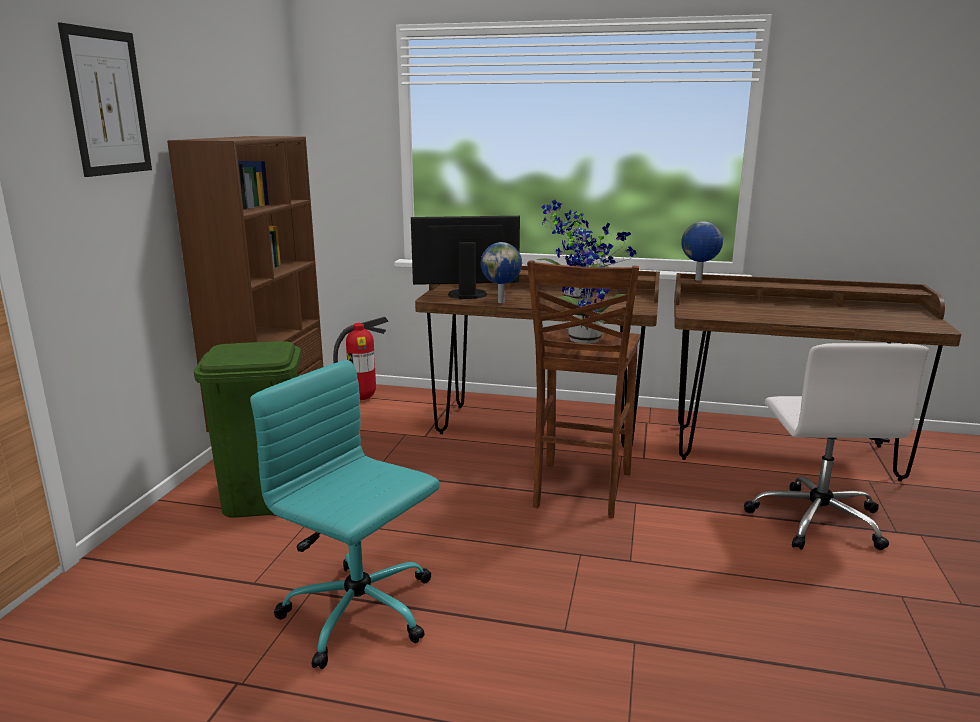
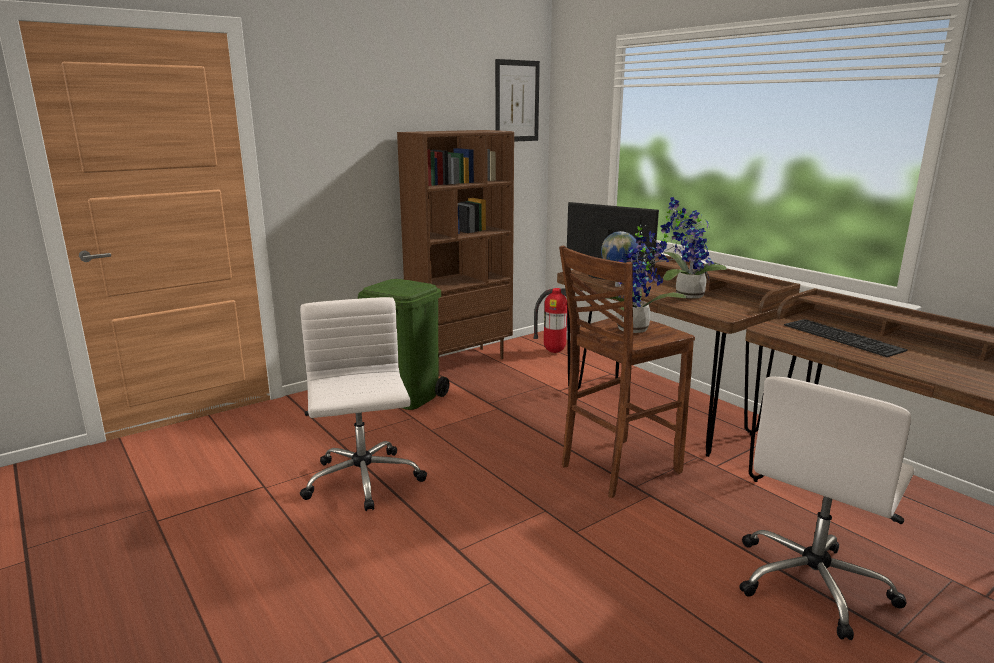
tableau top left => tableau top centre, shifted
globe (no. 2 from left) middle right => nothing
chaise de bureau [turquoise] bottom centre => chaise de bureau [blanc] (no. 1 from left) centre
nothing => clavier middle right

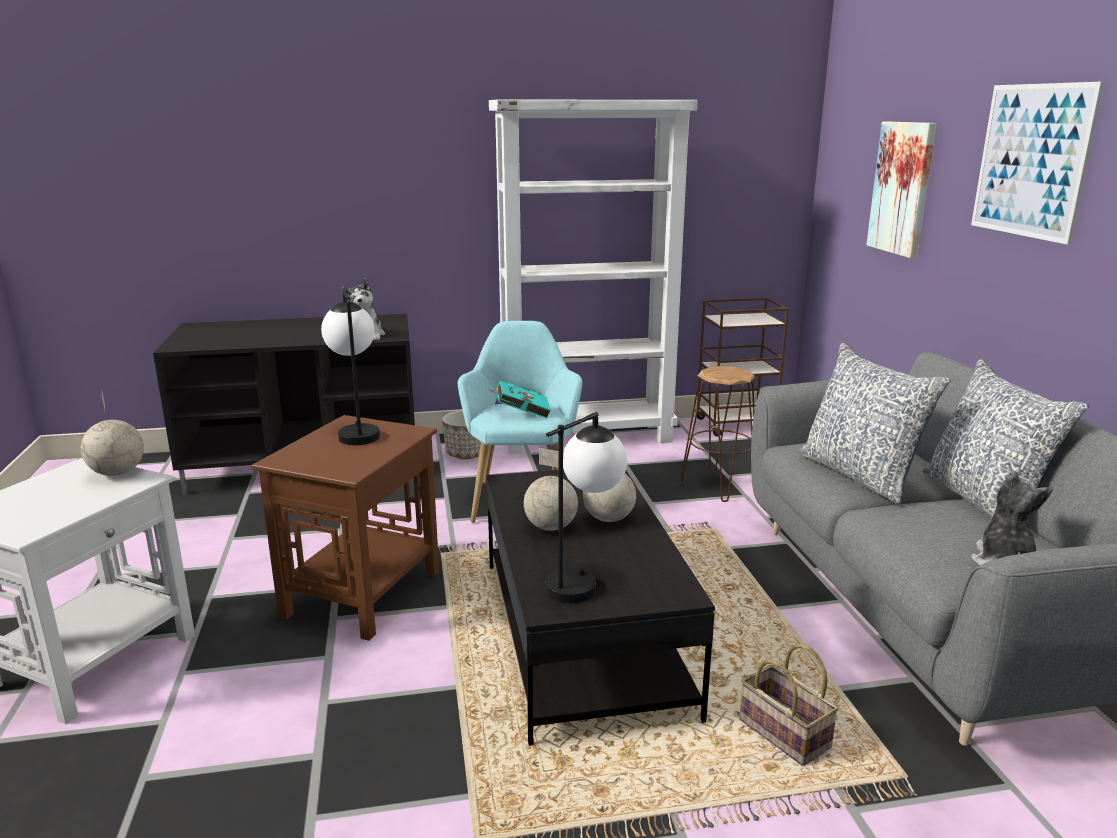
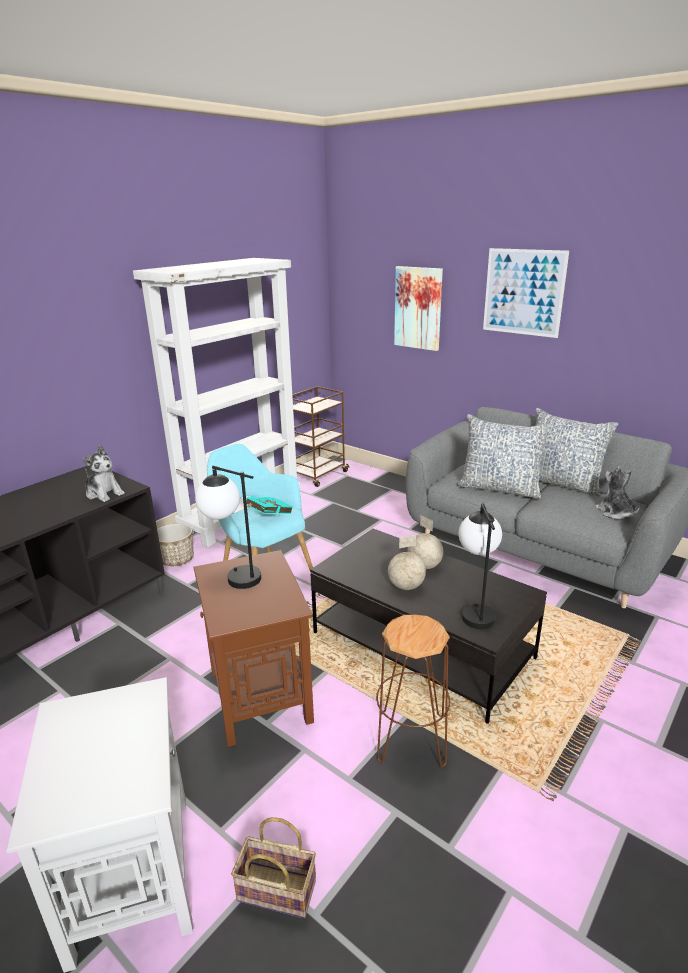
tabouret [marron] centre => tabouret [marron] bottom centre, shifted
globe (no. 1 from left) middle left => nothing
panier bottom right => panier bottom centre, shifted

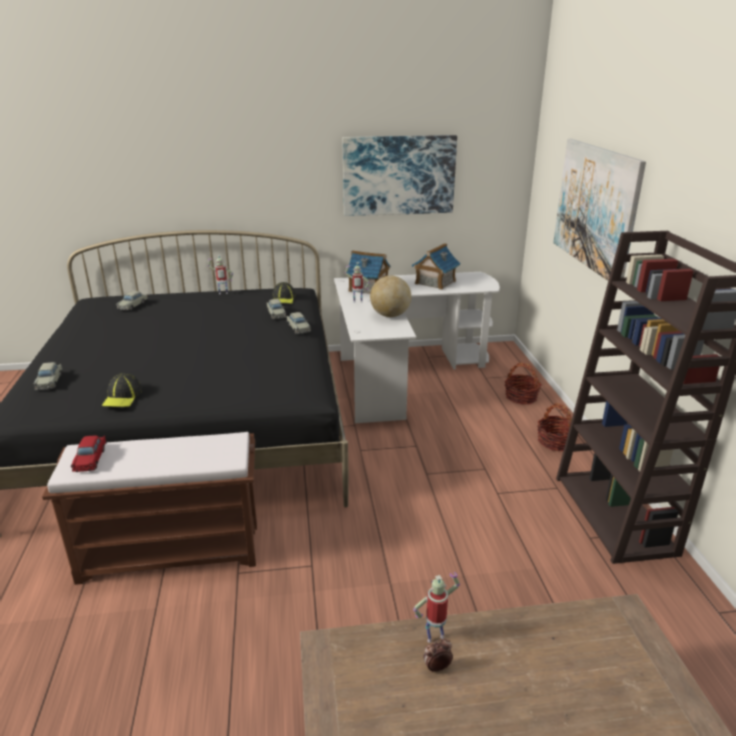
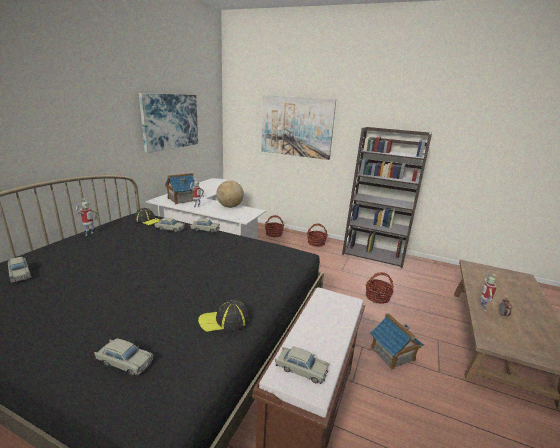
maison miniature (no. 2 from left) centre => maison miniature (no. 2 from left) bottom right, shifted
casquette (no. 1 from left in the first image) middle left => casquette (no. 2 from left) bottom centre, 135 degrees clockwise
petite voiture [rouge] middle left => petite voiture [beige] (no. 5 from left) bottom centre
nothing => panier (no. 3 from left) middle right

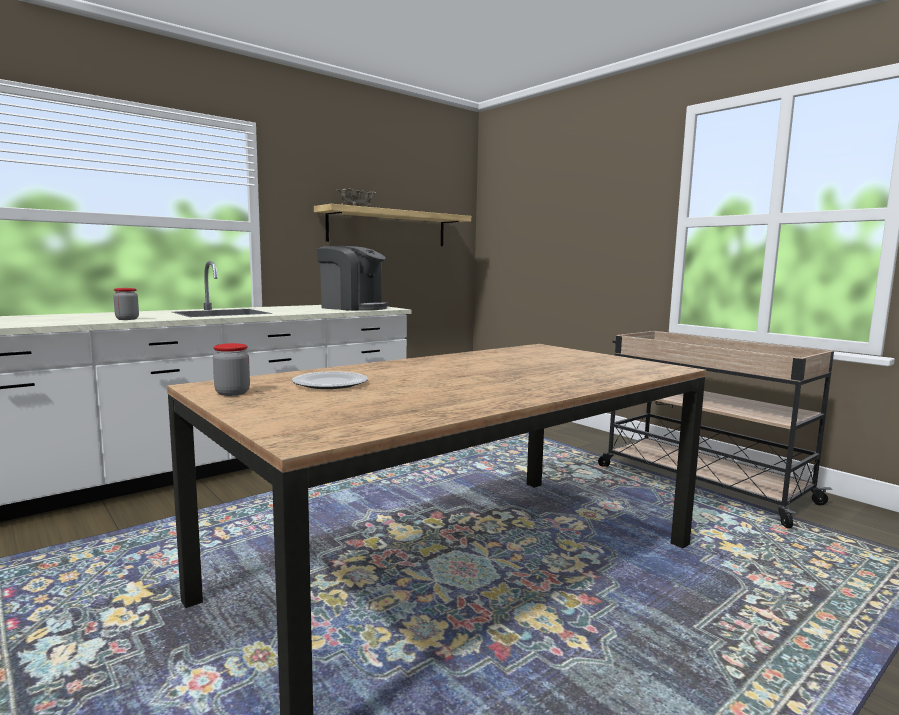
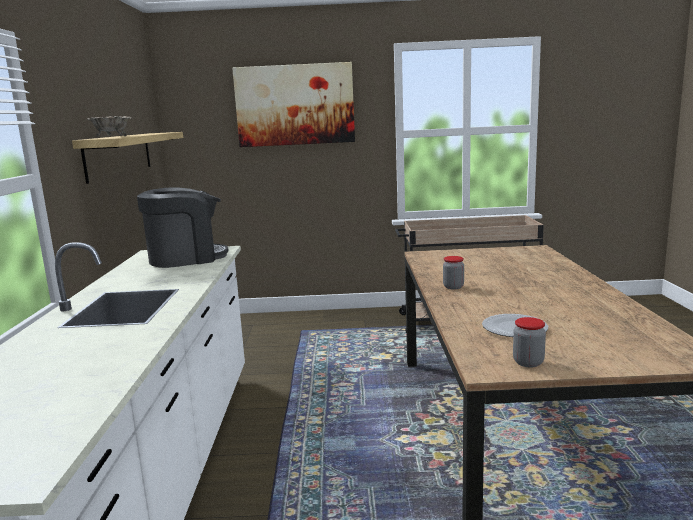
bocal (no. 1 from left) middle left => bocal (no. 1 from left) centre, shifted
nothing => tableau top centre

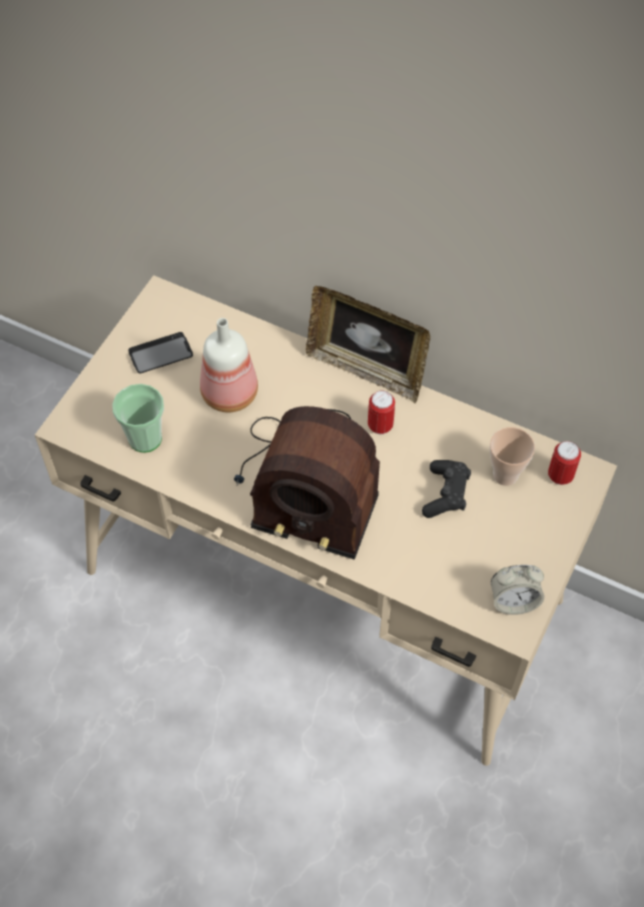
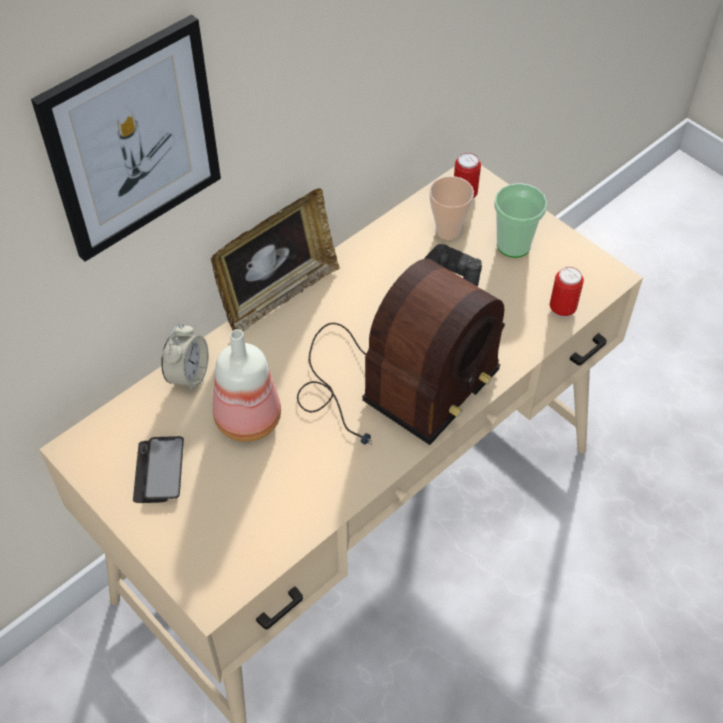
tasse (no. 1 from left in the first image) middle left => tasse (no. 2 from left) top right, shifted
boîte métallique (no. 1 from left in the first image) centre => boîte métallique (no. 2 from left) middle right, shifted
réveil middle right => réveil middle left, shifted
nothing => tableau top left

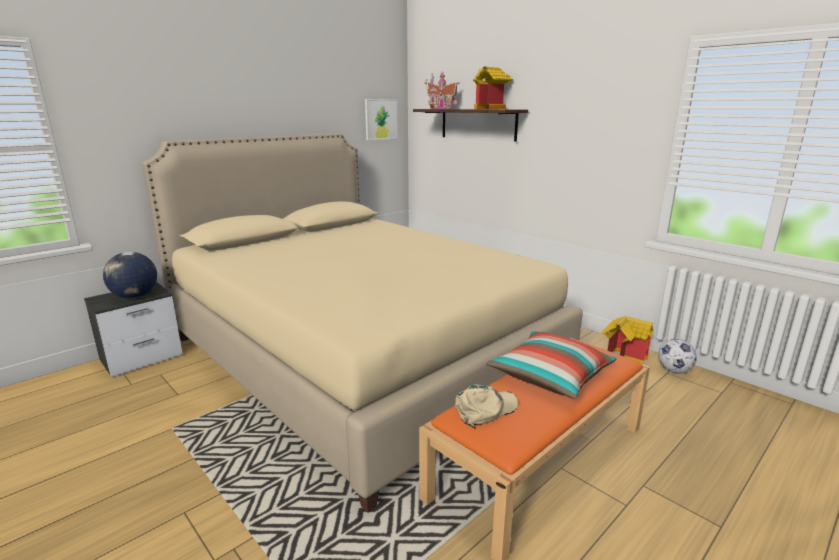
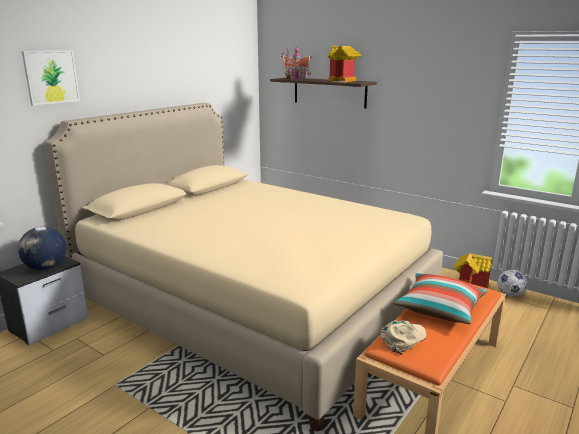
tableau top centre => tableau top left, shifted

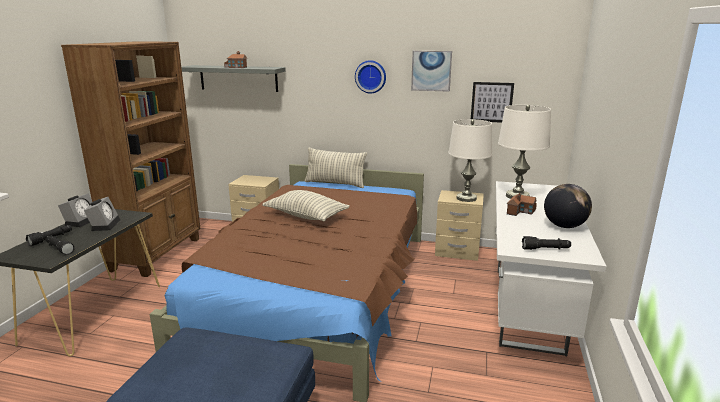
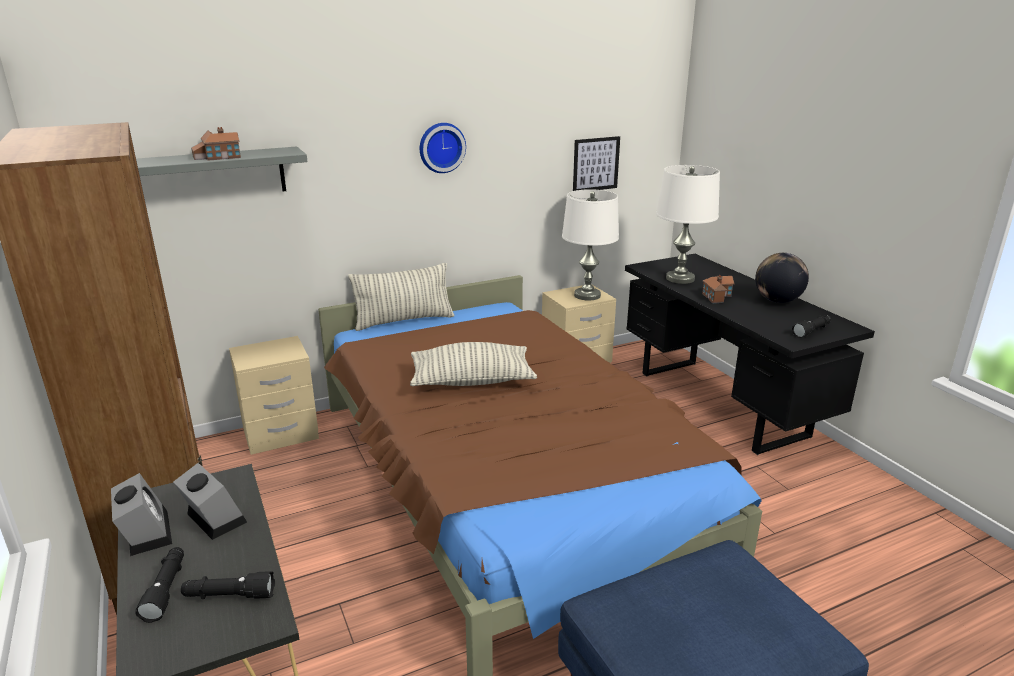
tableau (no. 1 from left) top centre => nothing
bureau [blanc] bottom right => bureau [noir] middle right

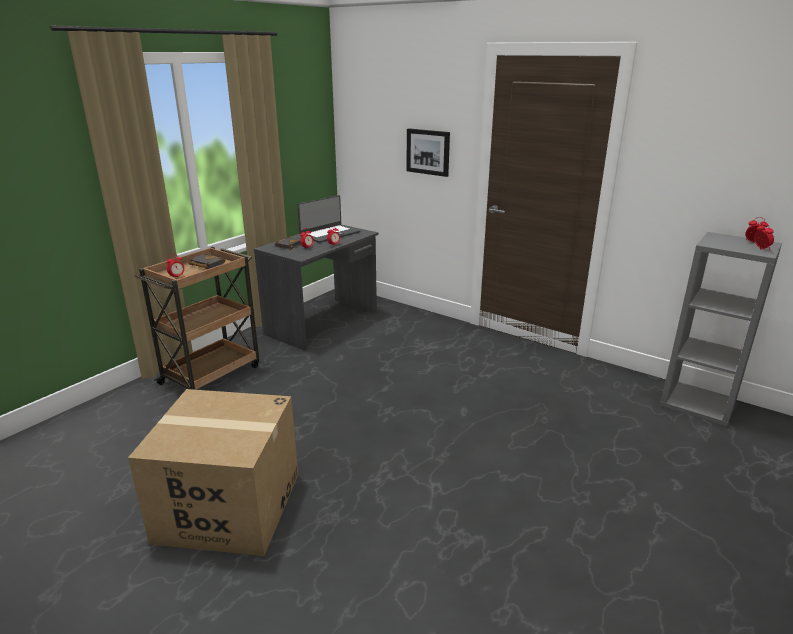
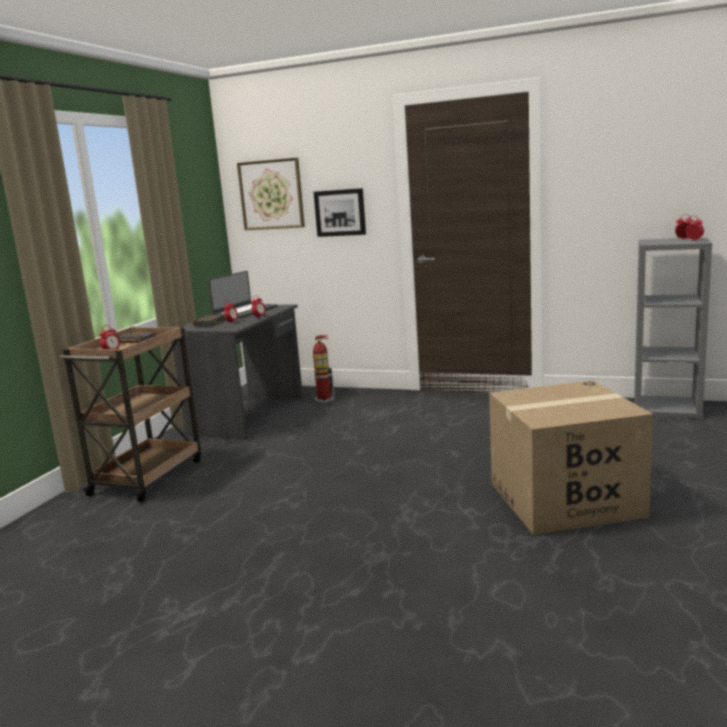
carton bottom left => carton middle right, shifted
nothing => tableau (no. 1 from left) top centre
nothing => extincteur centre

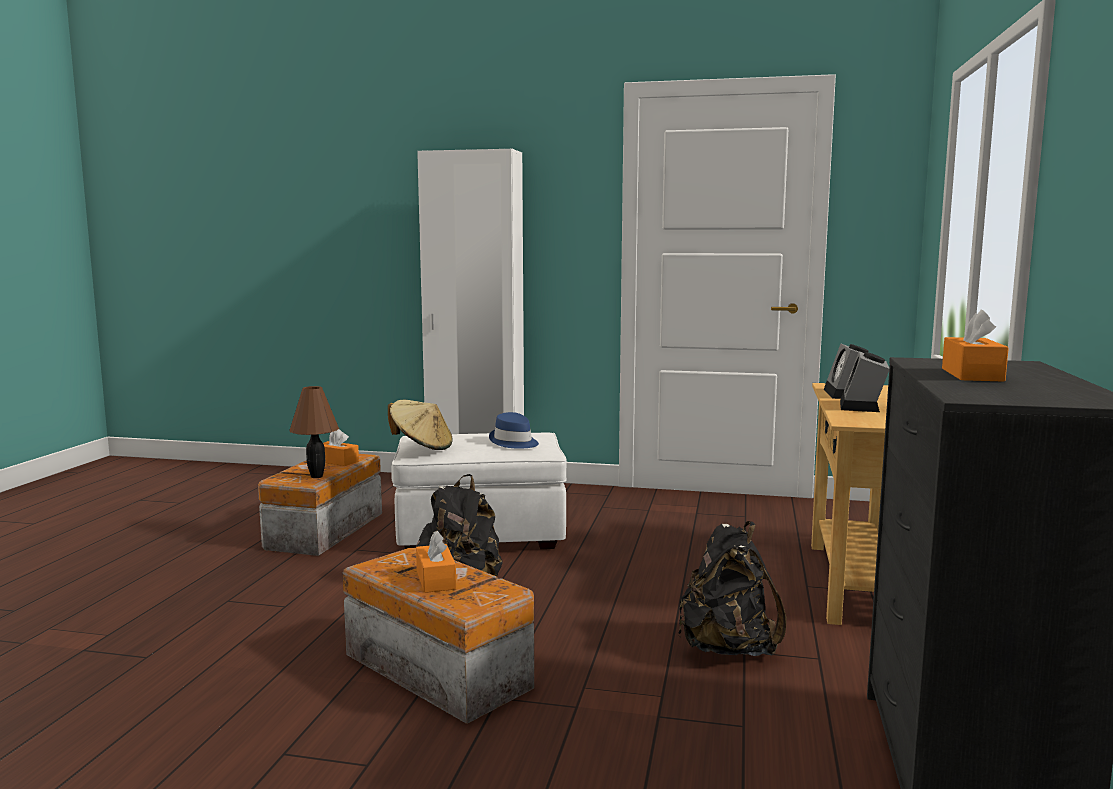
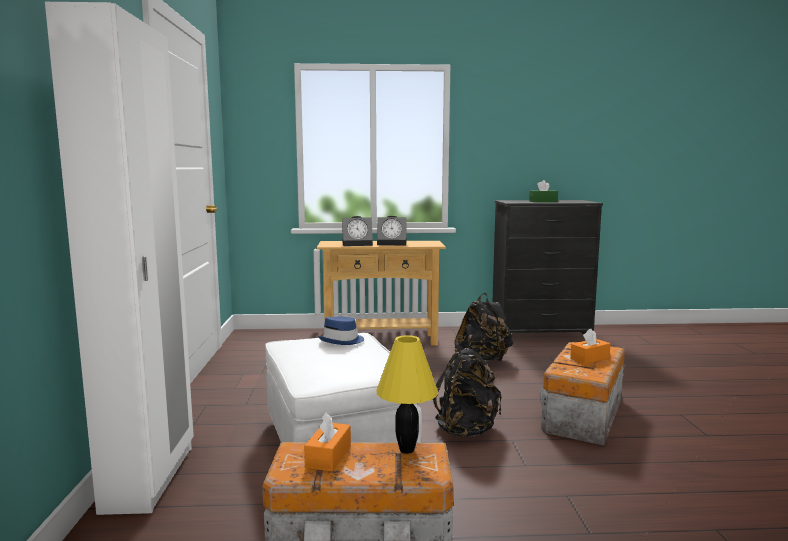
boîte à mouchoirs [orange] (no. 3 from left) middle right => boîte à mouchoirs [vert] middle right
lampe de table [marron] middle left => lampe de table [jaune] bottom centre
chapeau [beige] centre => nothing

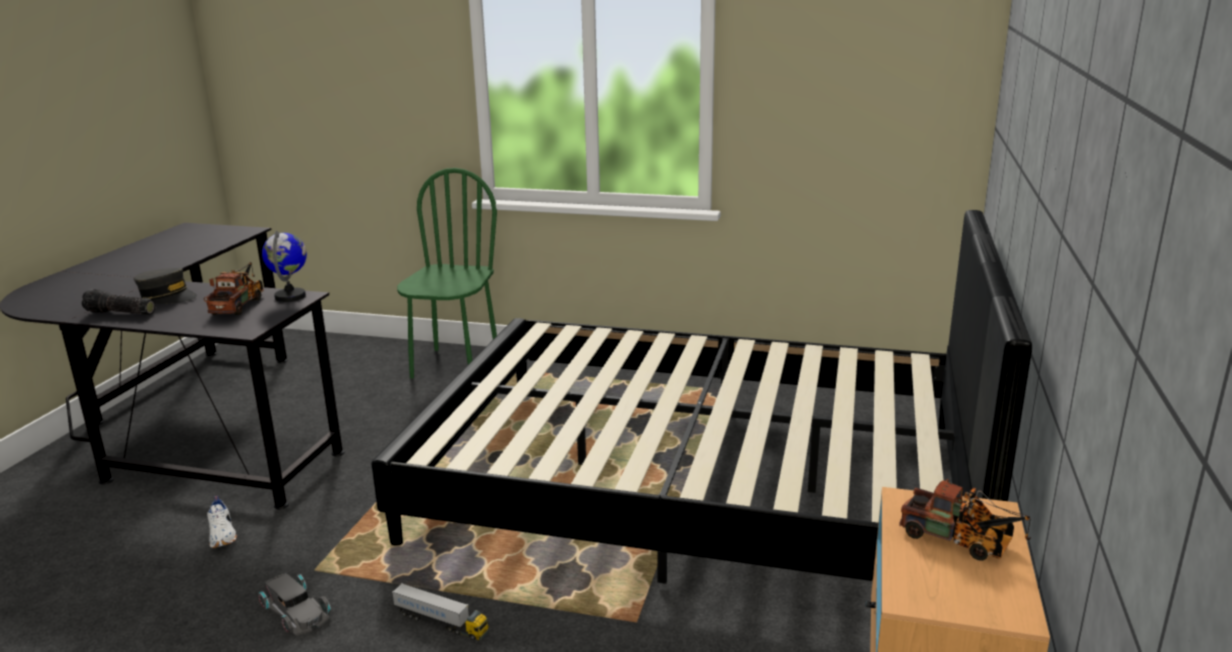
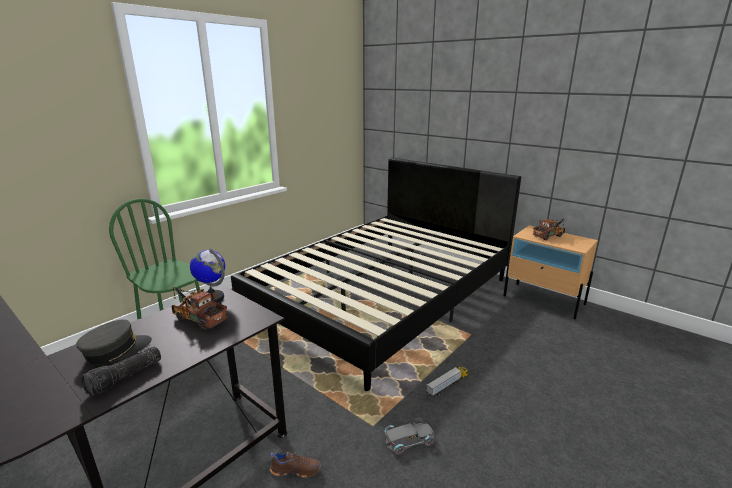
chaussure [blanc] bottom left => chaussure [marron] bottom centre

